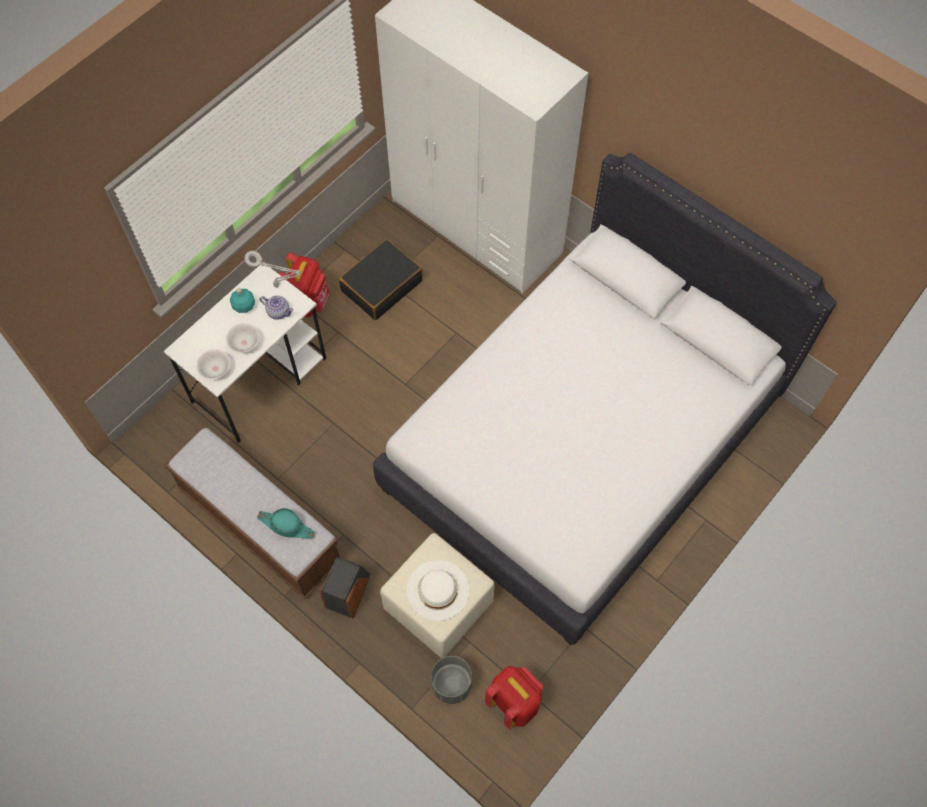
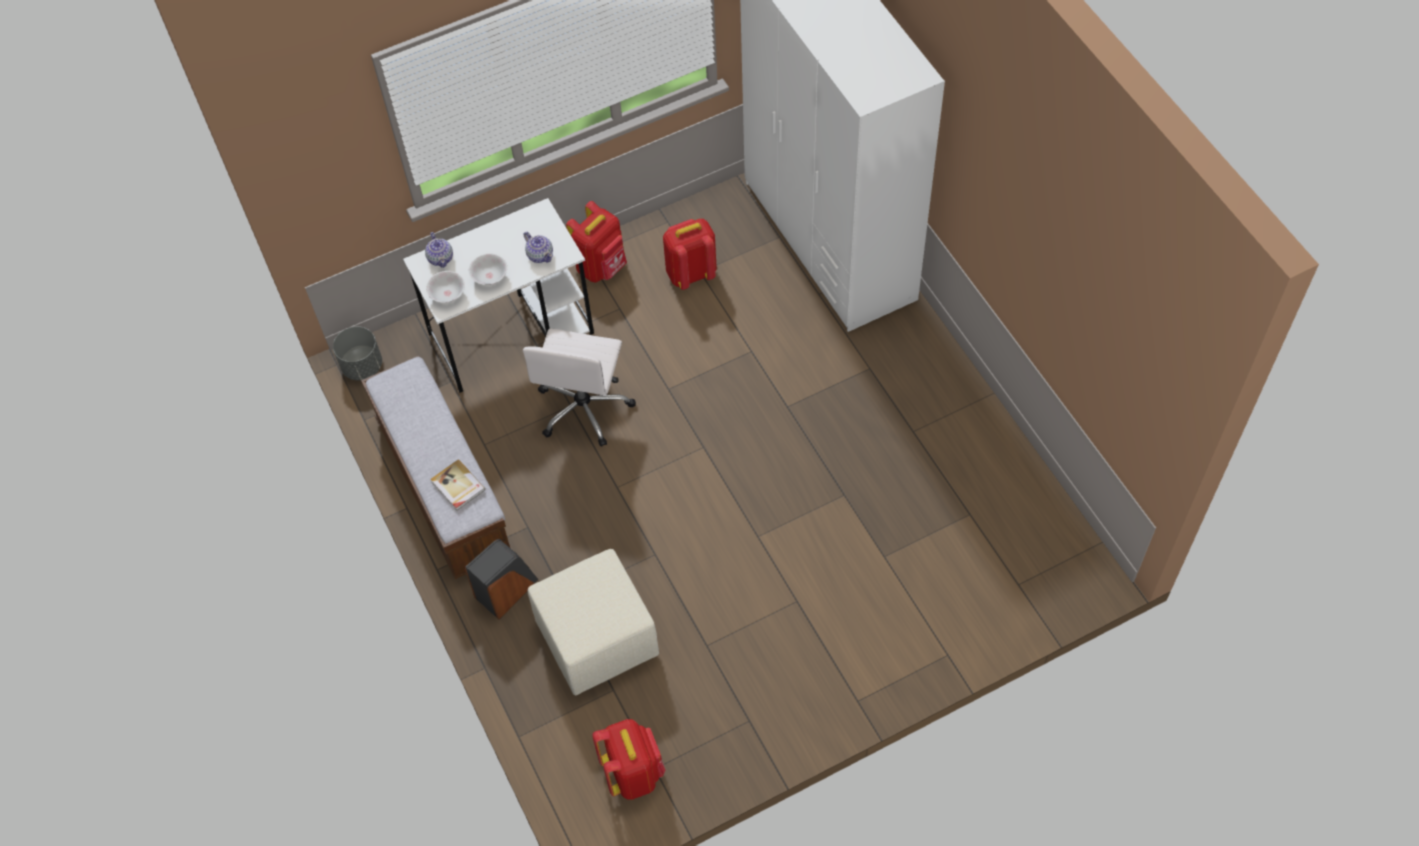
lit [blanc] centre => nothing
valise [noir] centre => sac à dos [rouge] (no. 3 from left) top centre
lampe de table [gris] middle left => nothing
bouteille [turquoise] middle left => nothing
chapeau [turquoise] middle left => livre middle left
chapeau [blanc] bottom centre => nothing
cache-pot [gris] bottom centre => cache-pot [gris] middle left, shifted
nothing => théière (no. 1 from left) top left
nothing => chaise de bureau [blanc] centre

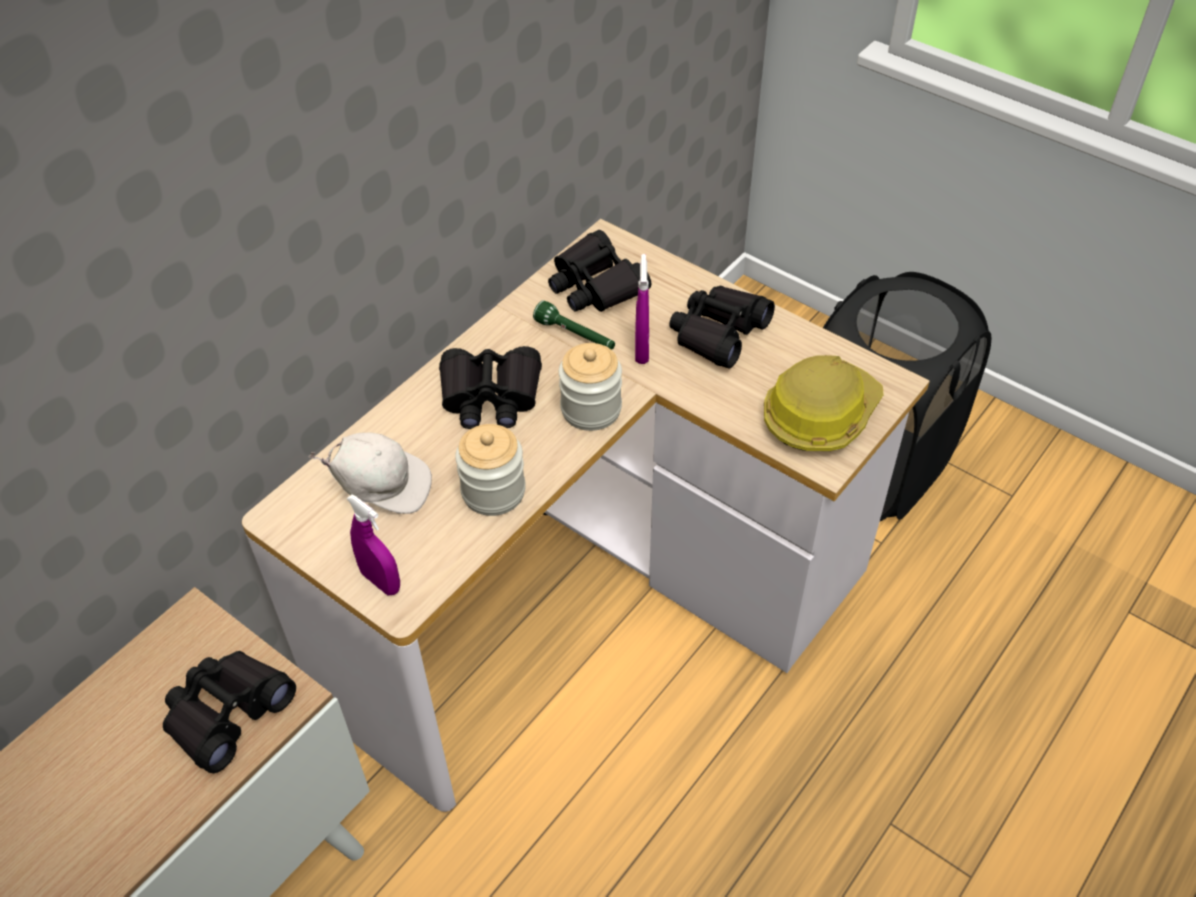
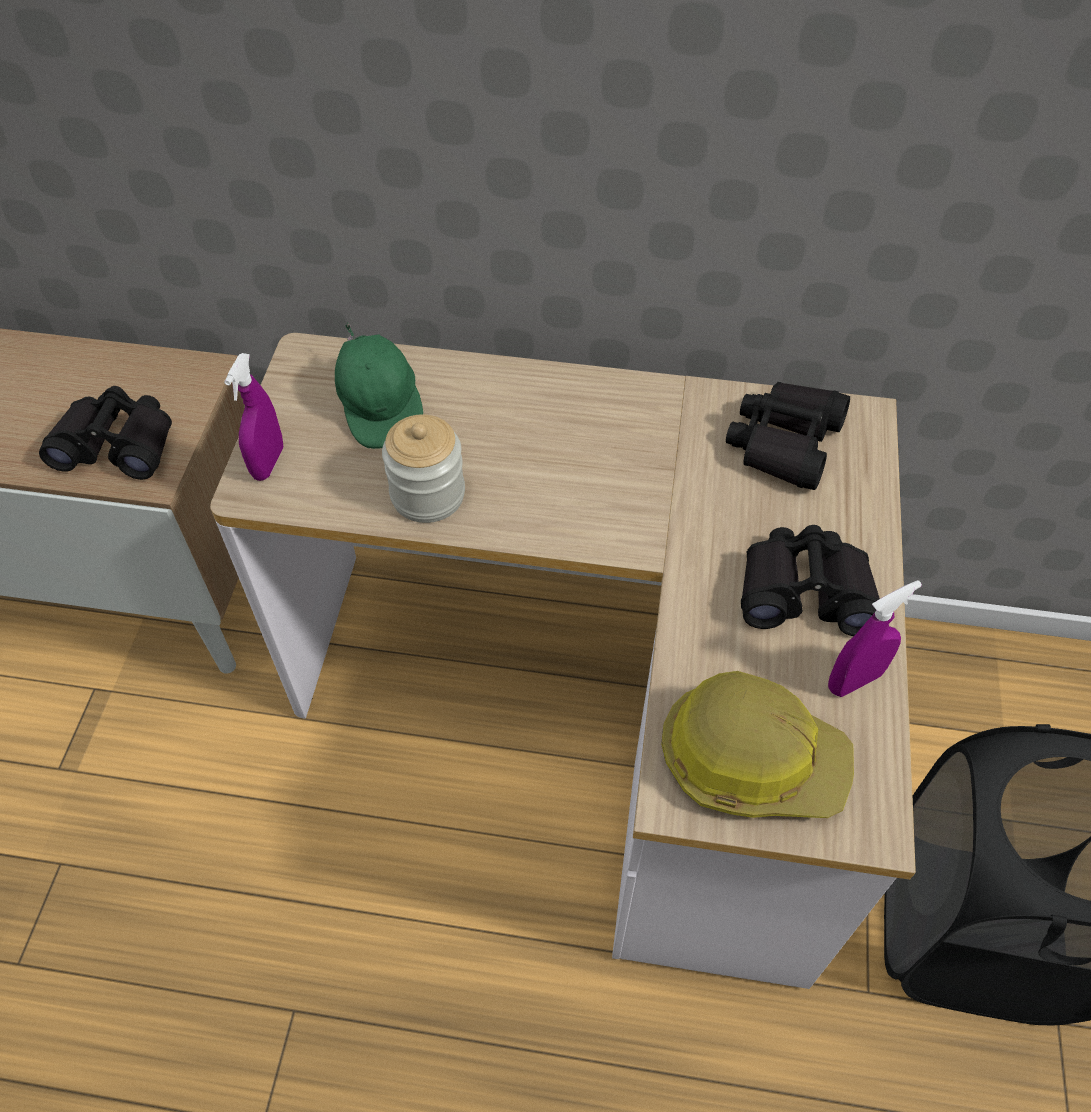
vaporisateur [violet] (no. 2 from left) centre => vaporisateur [violet] (no. 2 from left) middle right, shifted
lampe de poche [vert] centre => nothing
bocal (no. 2 from left) centre => nothing
jumelles [noir] (no. 2 from left) centre => nothing
casquette [blanc] middle left => casquette [vert] centre

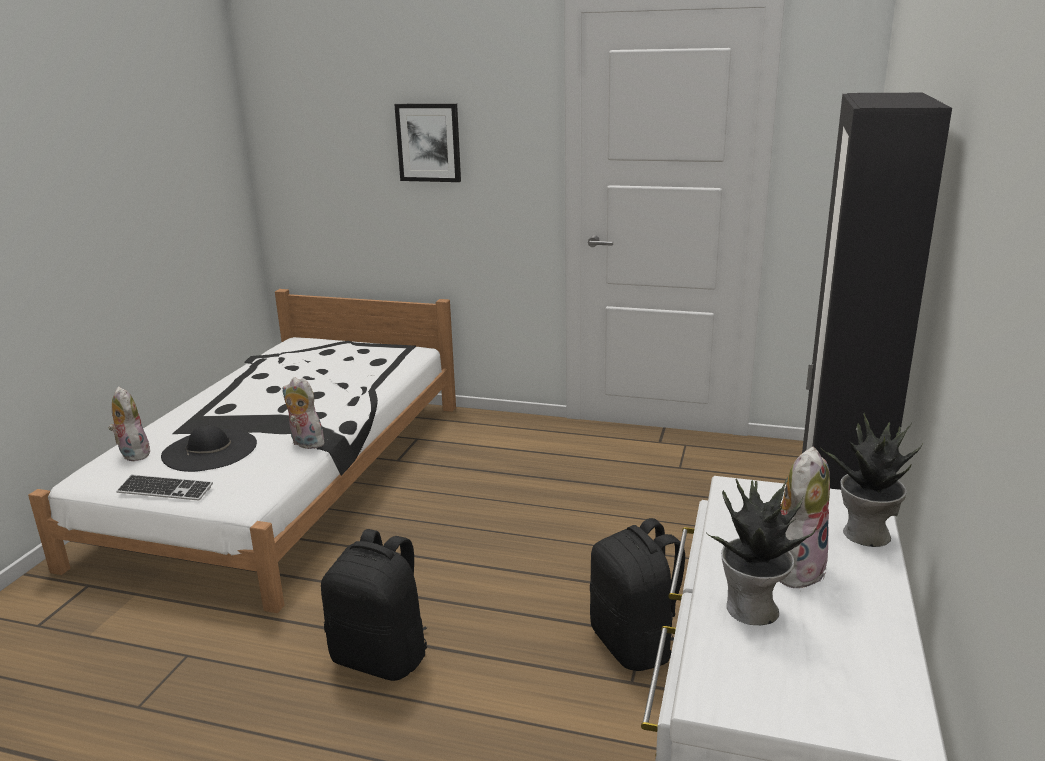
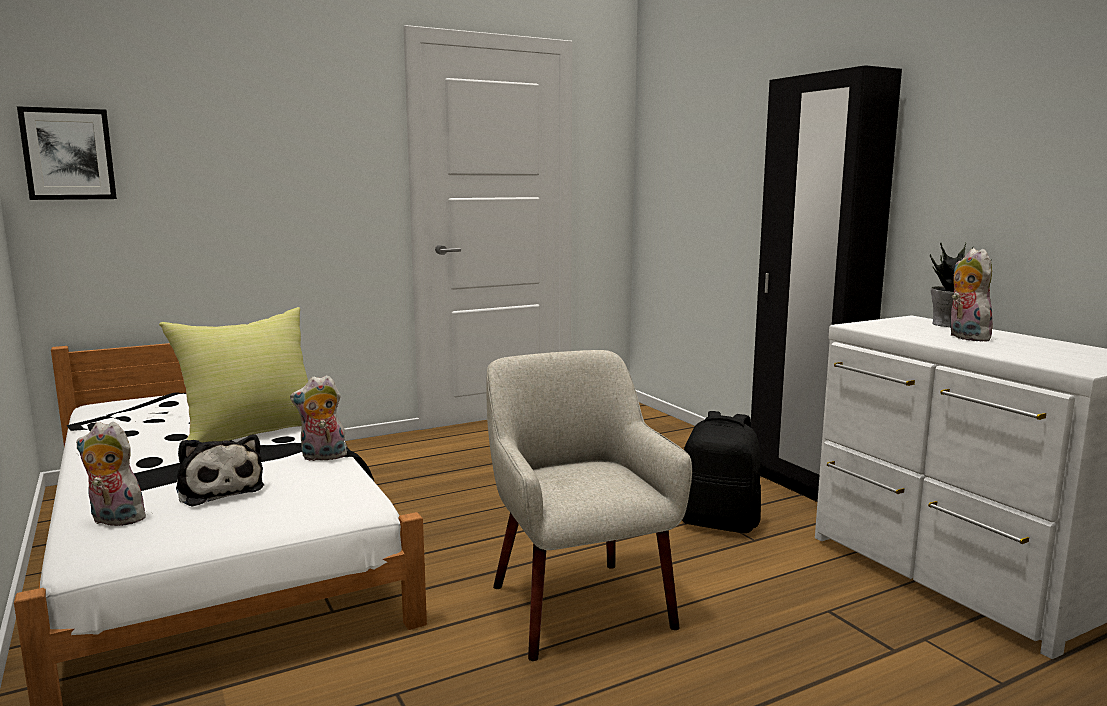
tableau top centre => tableau top left, shifted
chapeau [noir] middle left => peluche (no. 2 from left) middle left
clavier middle left => nothing
plante en pot (no. 1 from left) bottom right => nothing
sac à dos [noir] (no. 1 from left) bottom centre => fauteuil [beige] bottom centre
nothing => coussin [jaune] middle left

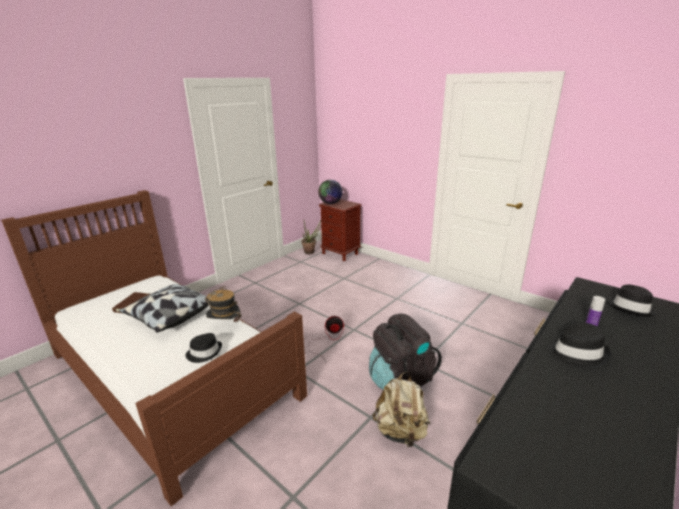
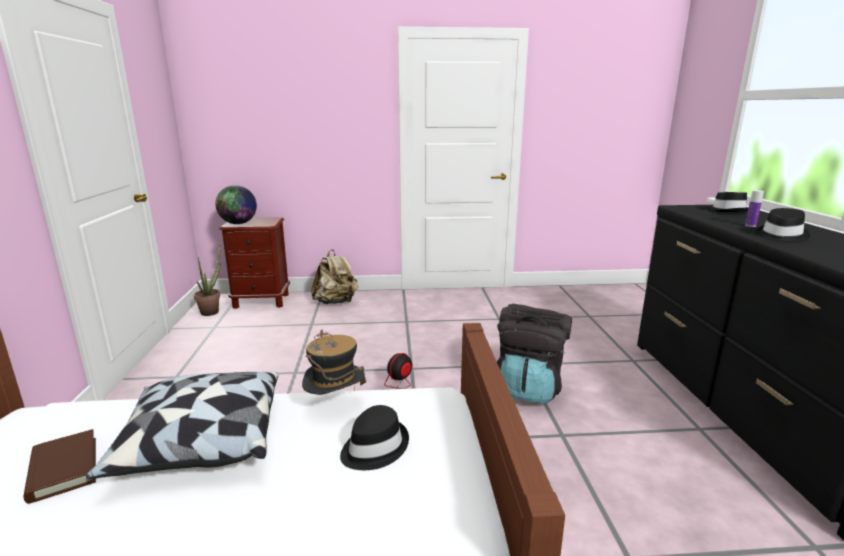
sac à dos [beige] bottom centre => sac à dos [beige] centre, shifted

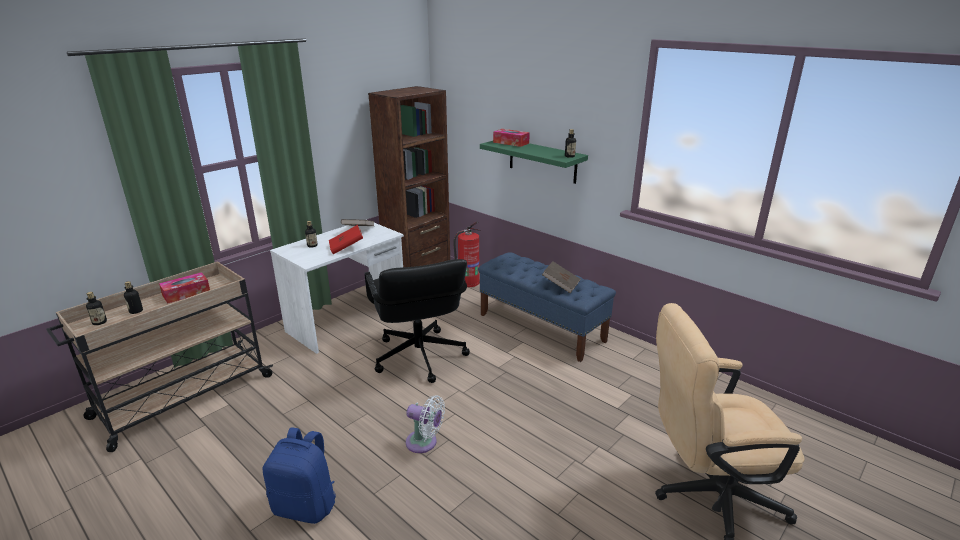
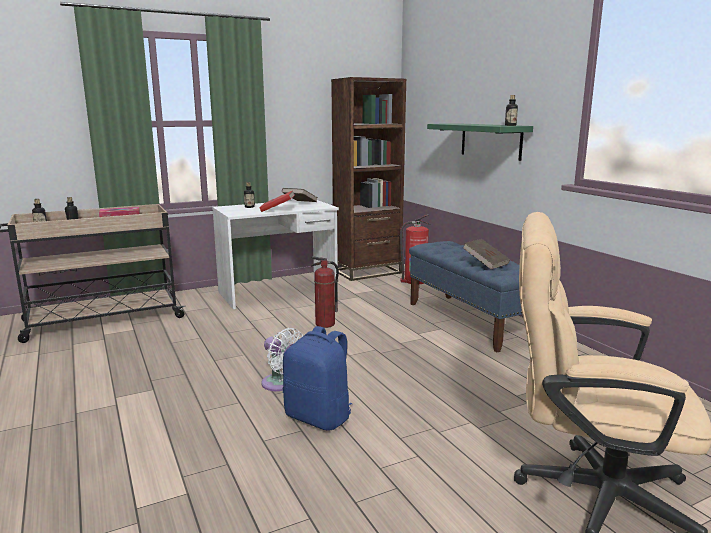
boîte à mouchoirs (no. 2 from left) top centre => nothing
chaise de bureau [noir] centre => extincteur (no. 1 from left) centre
sac à dos [bleu] bottom left => sac à dos [bleu] bottom centre, shifted

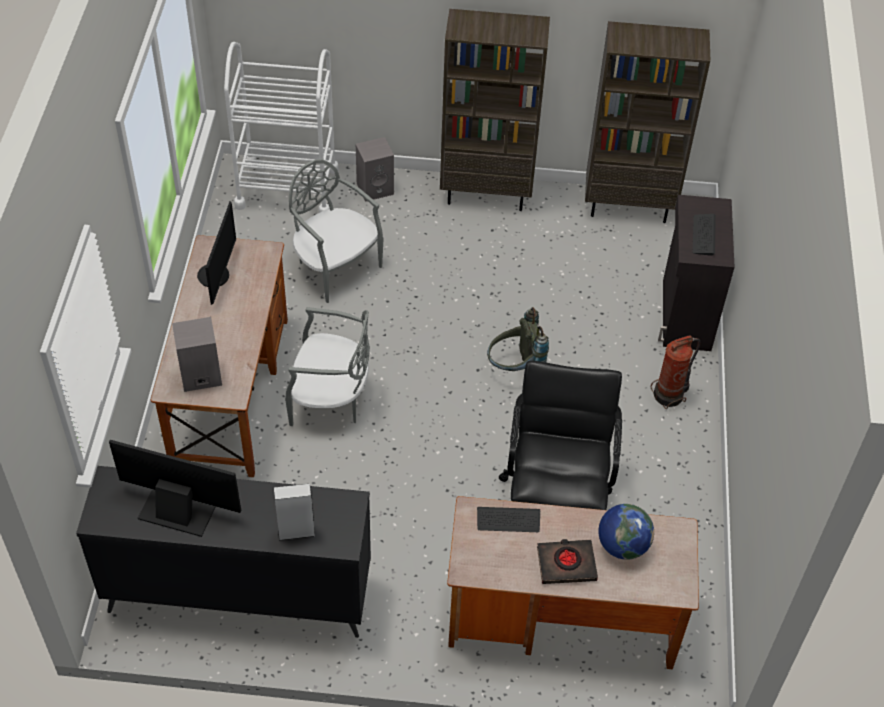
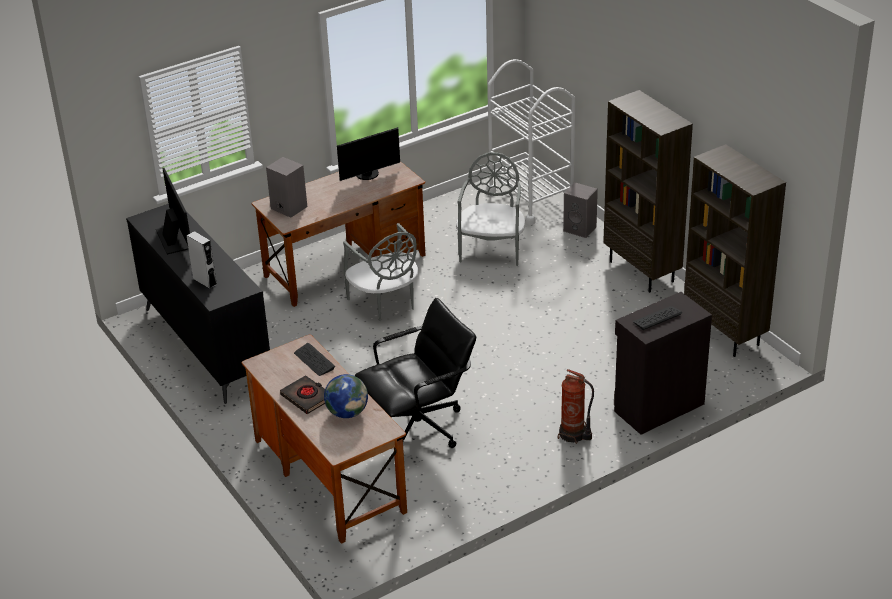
sac à dos [gris] centre => nothing

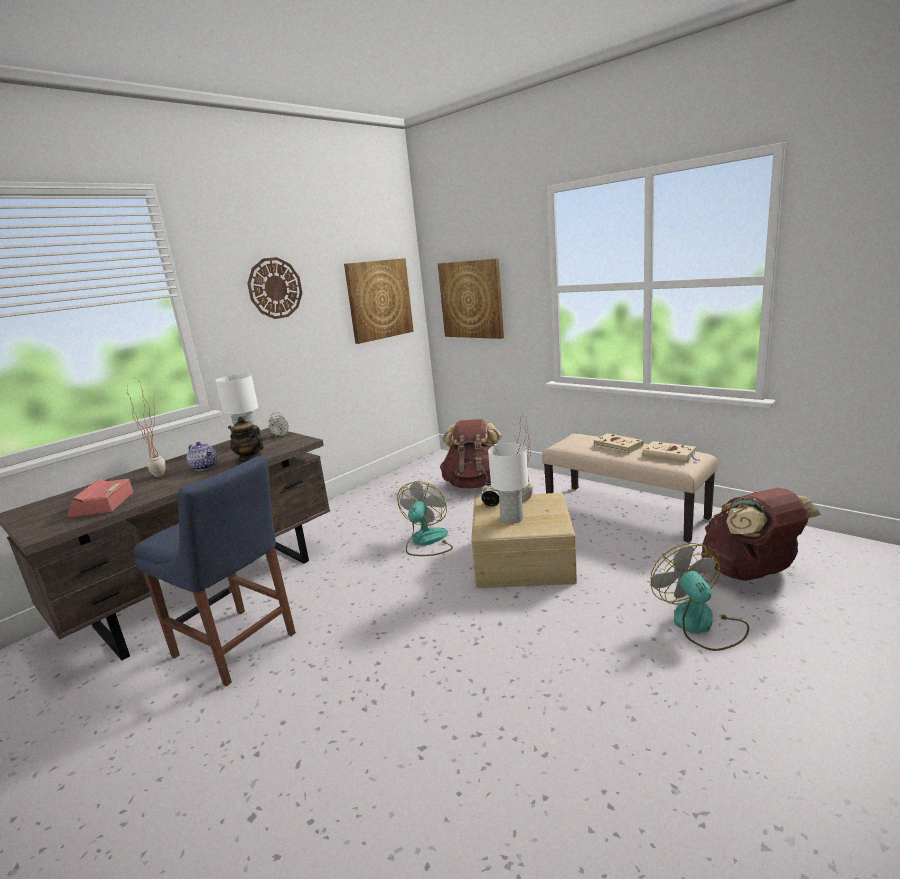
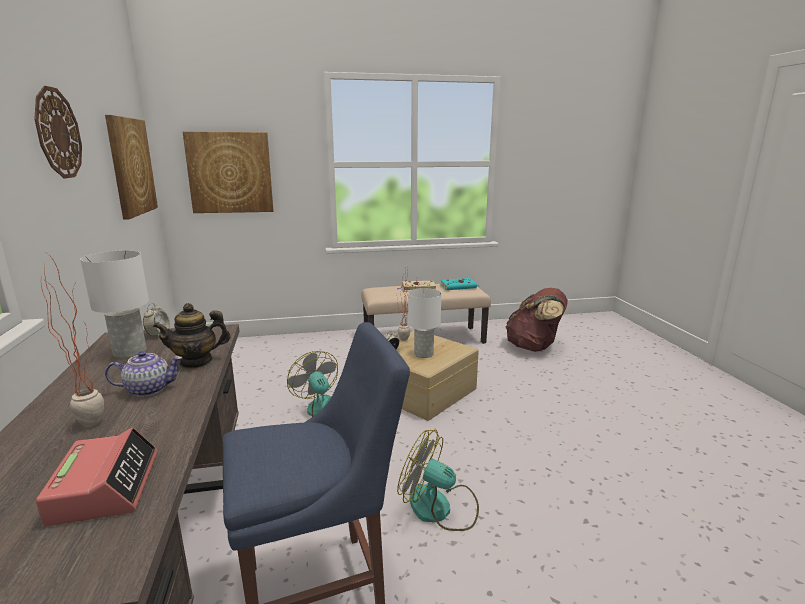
sac à dos [marron] (no. 1 from left) centre => nothing
livre [beige] (no. 2 from left) middle right => livre [turquoise] centre
réveil (no. 1 from left) middle left => réveil (no. 1 from left) bottom left, 135 degrees counterclockwise
ventilateur (no. 2 from left) bottom right => ventilateur (no. 2 from left) bottom centre, shifted

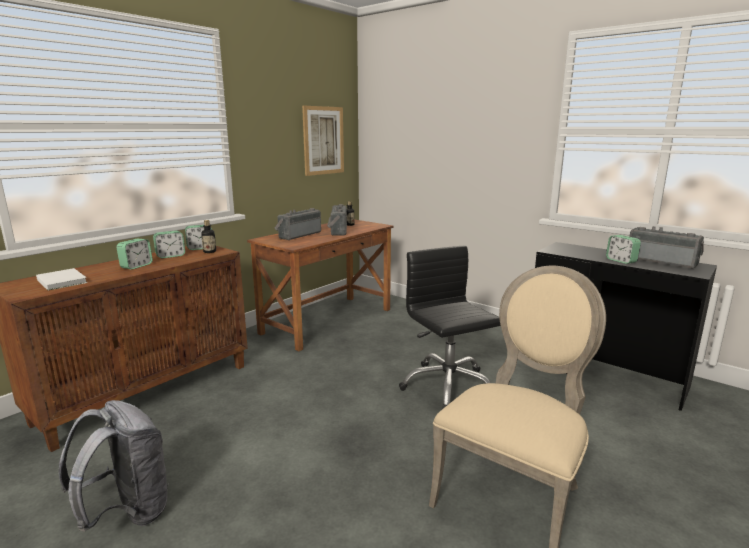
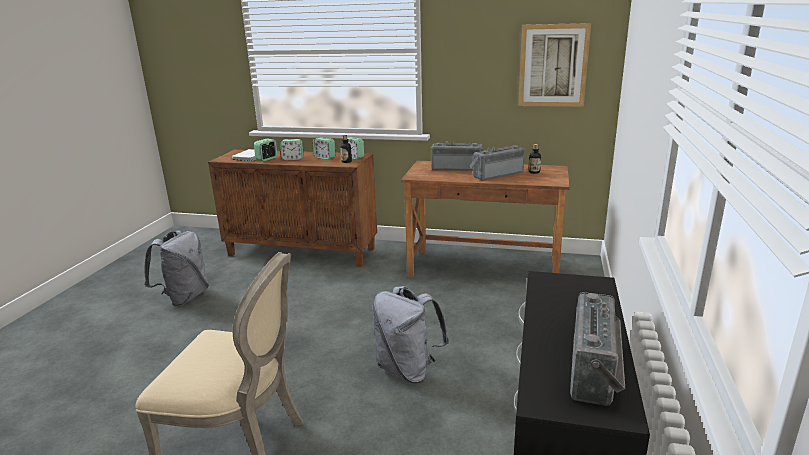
réveil (no. 4 from left in the first image) middle right => réveil (no. 1 from left) top left, shifted
chaise de bureau [noir] centre => sac à dos [gris] (no. 2 from left) bottom centre

